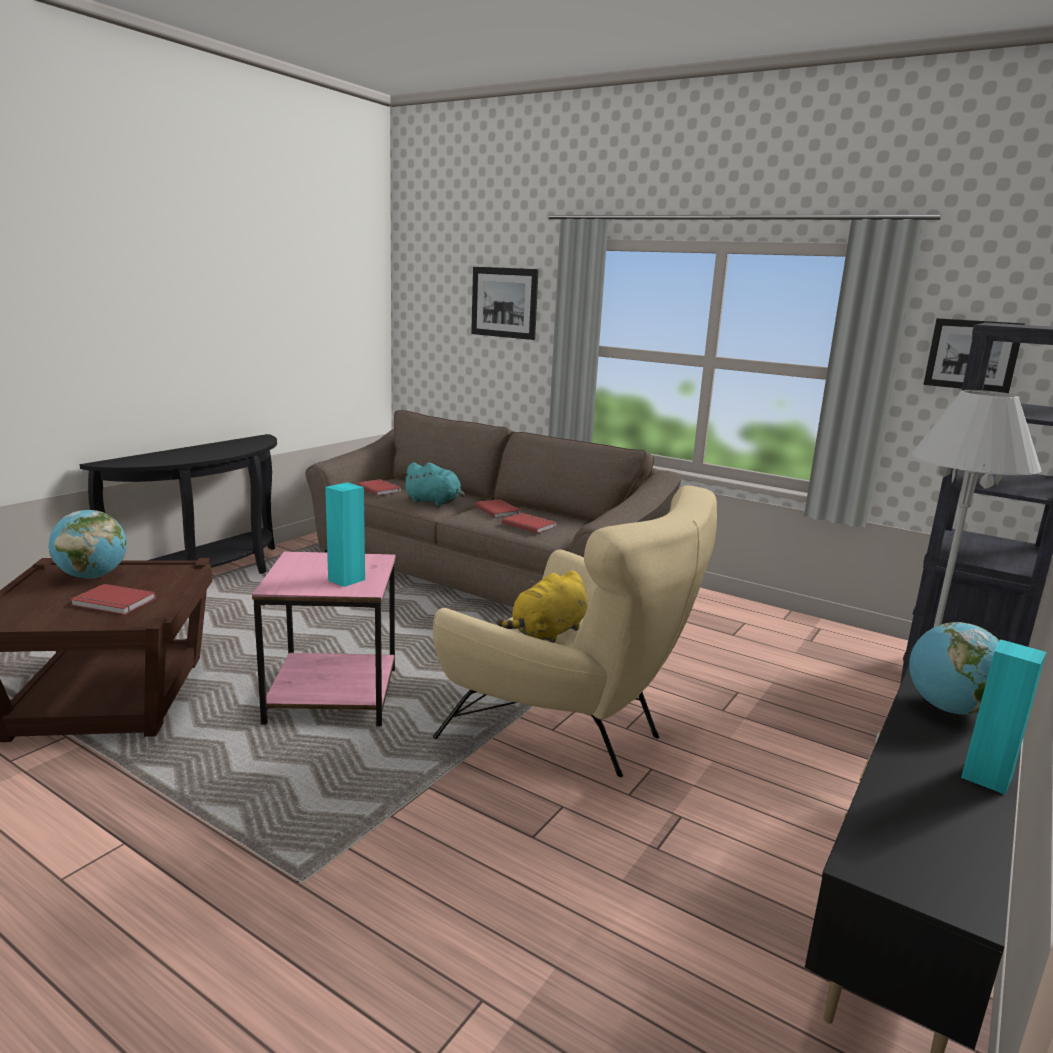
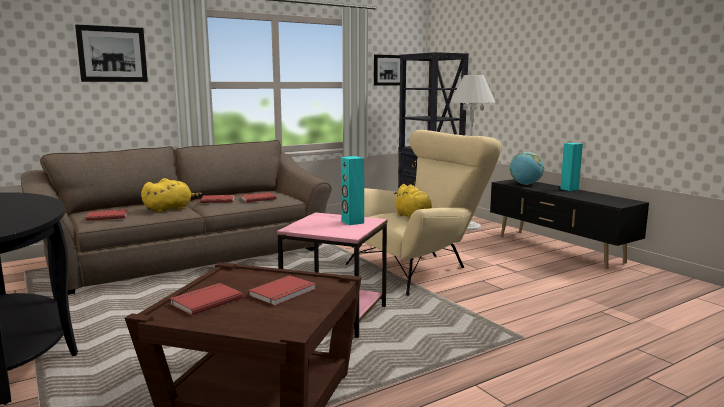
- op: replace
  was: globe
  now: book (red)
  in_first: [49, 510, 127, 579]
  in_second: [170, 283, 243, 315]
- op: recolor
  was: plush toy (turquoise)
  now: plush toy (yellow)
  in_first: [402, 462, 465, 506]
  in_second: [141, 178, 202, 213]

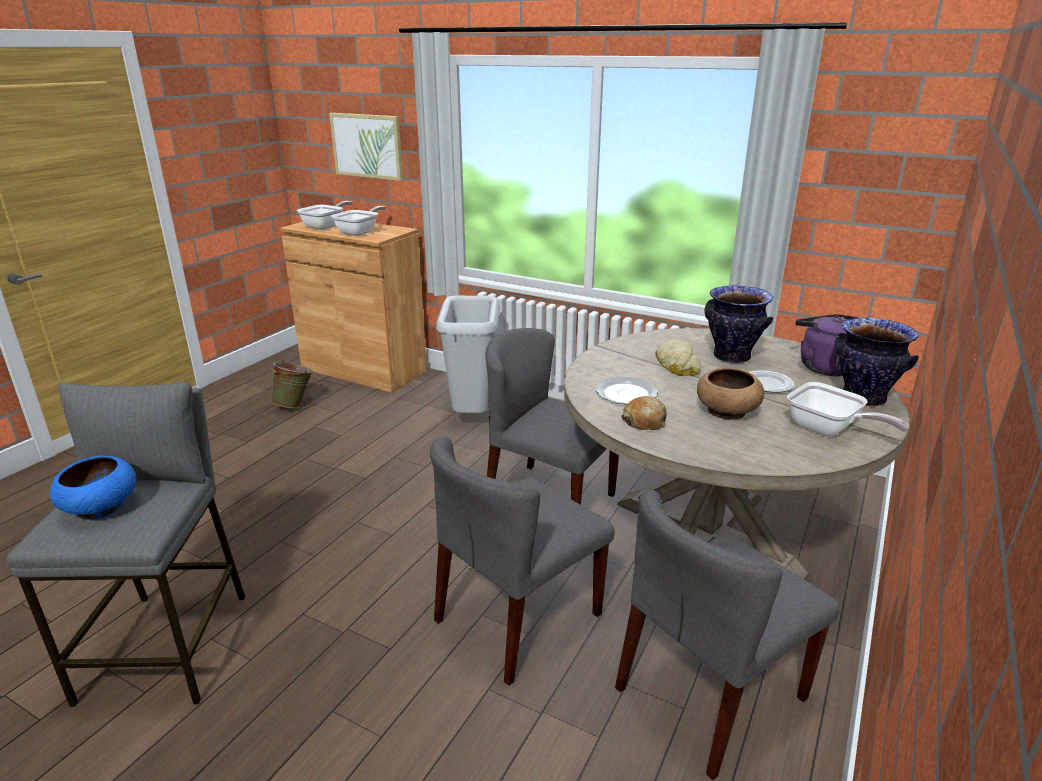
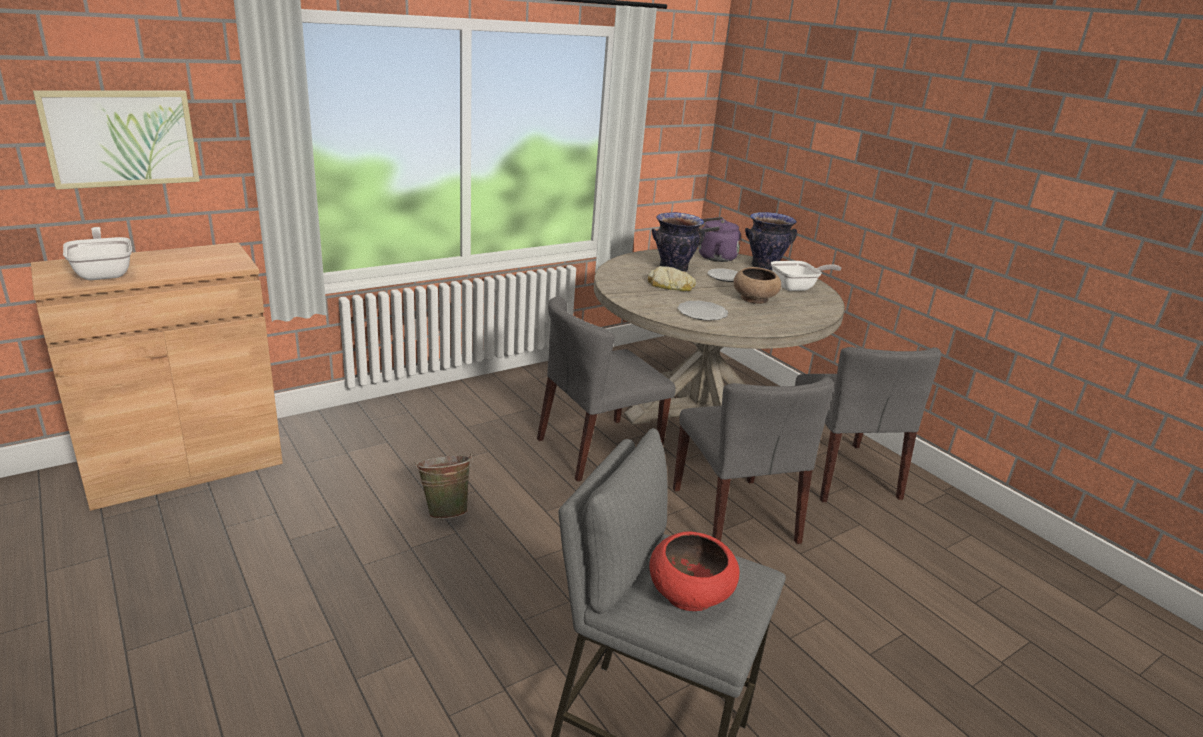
- op: delete
  was: frying pan
  in_first: [331, 206, 386, 236]
- op: delete
  was: trash can (grey)
  in_first: [436, 296, 500, 413]
- op: delete
  was: bread
  in_first: [621, 396, 667, 430]
- op: move
  was: bucket (green)
  in_first: [270, 360, 313, 408]
  in_second: [414, 453, 473, 519]
- op: recolor
  was: bowl (blue)
  now: bowl (red)
  in_first: [50, 456, 136, 520]
  in_second: [649, 531, 739, 611]

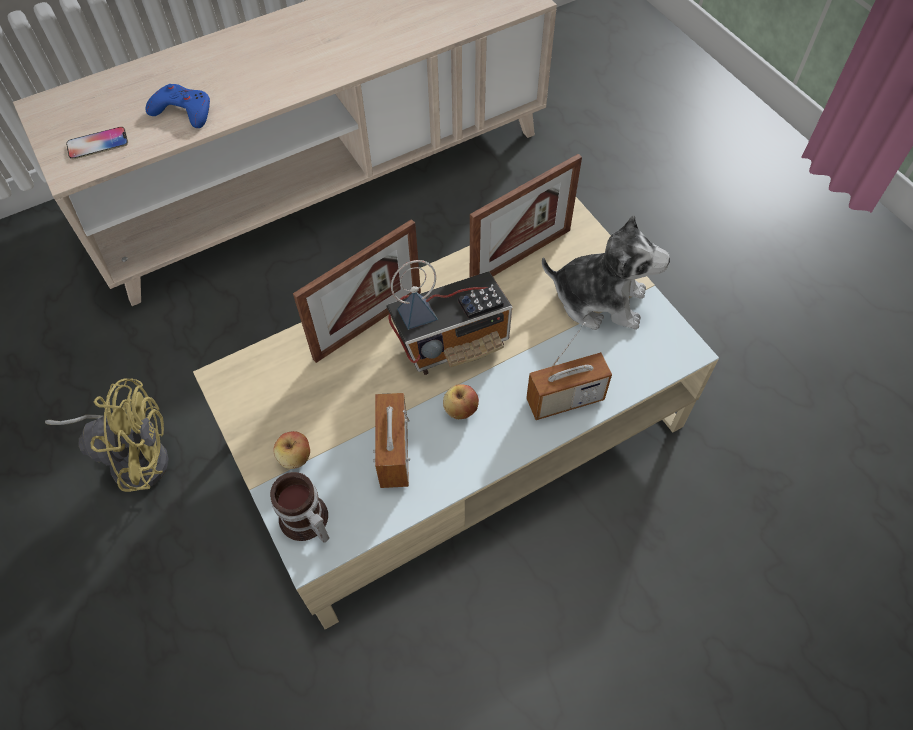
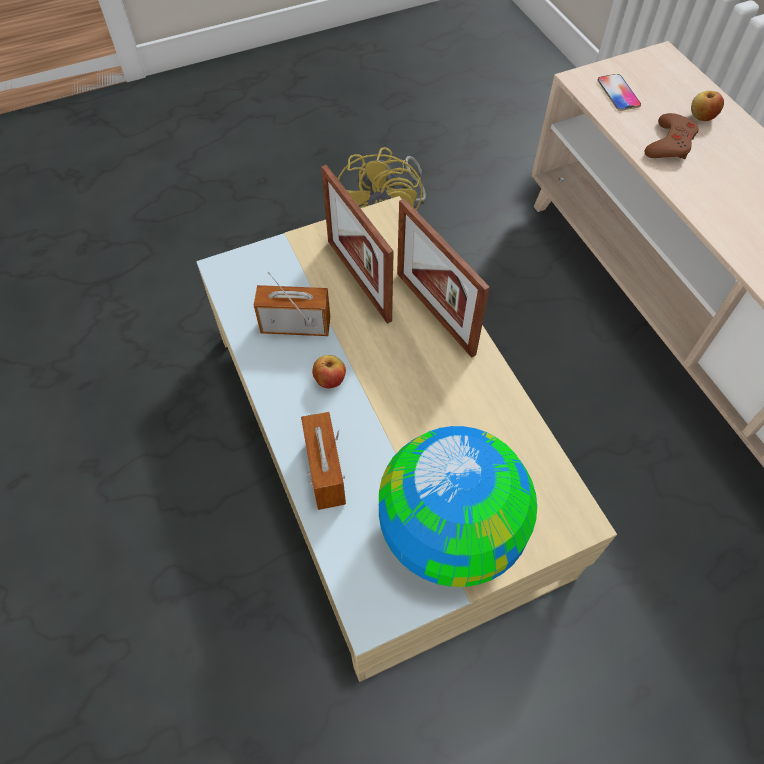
- op: delete
  was: mug
  in_first: [270, 472, 329, 543]
- op: delete
  was: radio
  in_first: [387, 260, 512, 375]
- op: move
  was: apple
  in_first: [273, 431, 310, 469]
  in_second: [691, 91, 724, 121]
- op: move
  was: picture frame
  in_first: [470, 154, 582, 277]
  in_second: [321, 165, 394, 324]
- op: replace
  was: plush toy
  now: globe
  in_first: [542, 215, 670, 330]
  in_second: [379, 426, 537, 587]
- op: recolor
  was: game controller (blue)
  now: game controller (brown)
  in_first: [145, 84, 210, 128]
  in_second: [644, 113, 699, 159]

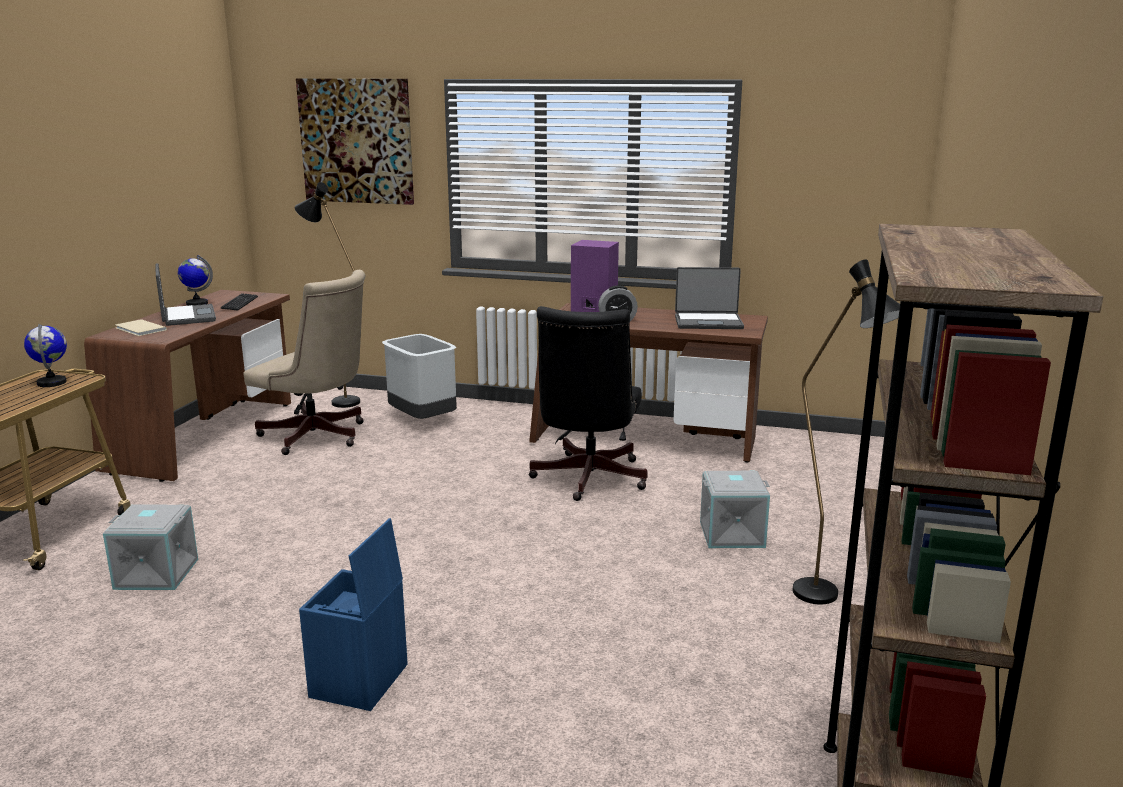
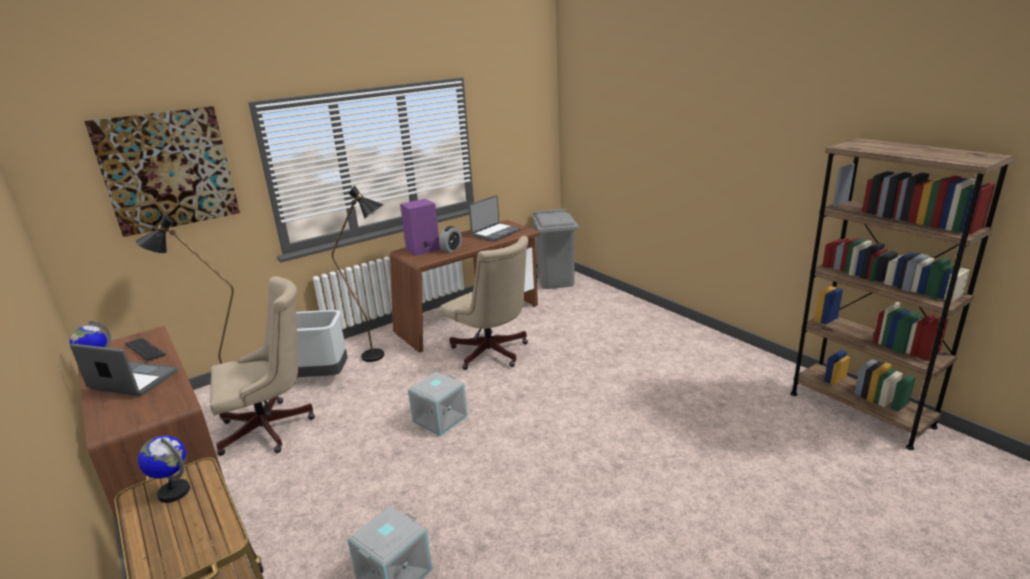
- op: delete
  was: book (beige)
  in_first: [115, 319, 167, 336]
- op: delete
  was: storage box (blue)
  in_first: [299, 518, 408, 711]
- op: insert
  now: trash can (grey)
  in_second: [532, 208, 579, 289]
- op: move
  was: storage box (grey)
  in_first: [700, 471, 770, 548]
  in_second: [408, 372, 468, 436]
- op: move
  was: floor lamp (black)
  in_first: [793, 259, 900, 605]
  in_second: [332, 186, 384, 362]
- op: recolor
  was: office chair (black)
  now: office chair (beige)
  in_first: [529, 306, 648, 501]
  in_second: [440, 236, 529, 370]

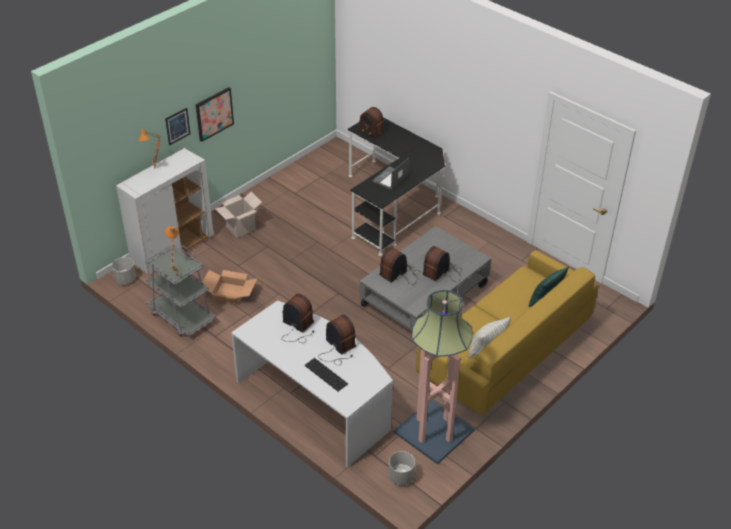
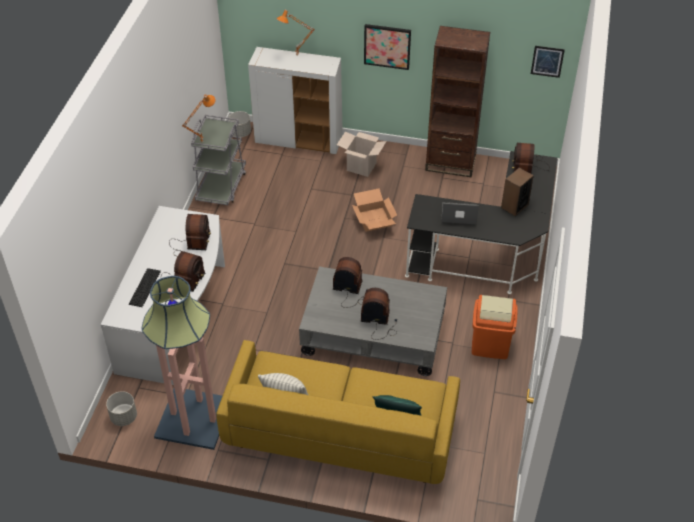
- op: insert
  now: bookcase (brown)
  in_second: [425, 26, 490, 177]
- op: insert
  now: trash can (orange)
  in_second: [472, 295, 517, 359]
- op: insert
  now: speaker
  in_second: [501, 168, 534, 216]
- op: move
  was: picture
  in_first: [165, 108, 190, 146]
  in_second: [531, 46, 565, 78]
- op: move
  was: cardboard box
  in_first: [202, 270, 258, 305]
  in_second: [352, 188, 397, 232]

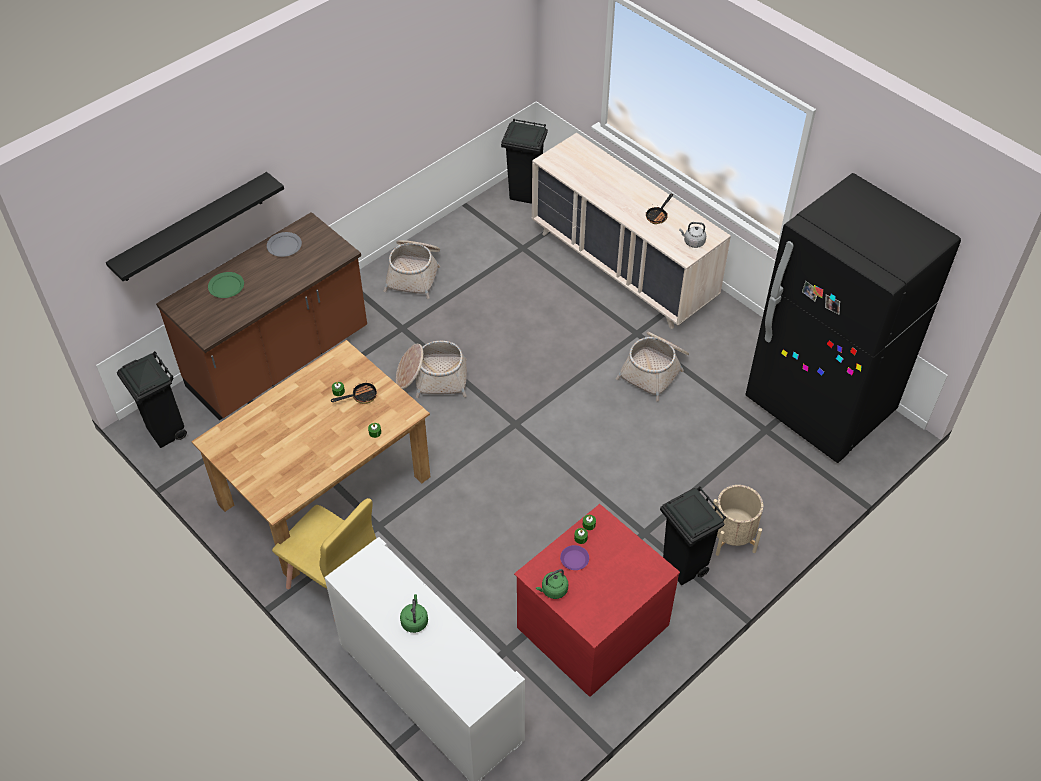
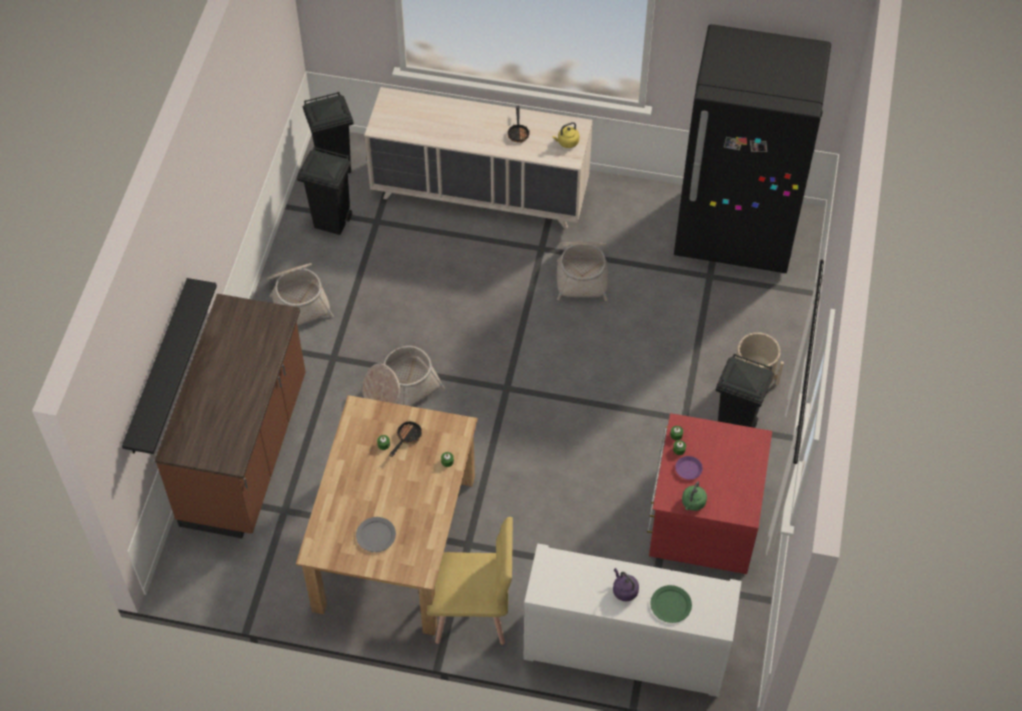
- op: move
  was: trash can (black)
  in_first: [117, 351, 187, 448]
  in_second: [297, 147, 352, 235]
- op: move
  was: plate (green)
  in_first: [208, 272, 244, 298]
  in_second: [651, 585, 692, 623]
- op: move
  was: plate (grey)
  in_first: [267, 232, 302, 257]
  in_second: [356, 517, 396, 552]
- op: recolor
  was: kettle (green)
  now: kettle (purple)
  in_first: [400, 594, 428, 633]
  in_second: [613, 568, 639, 602]
- op: recolor
  was: kettle (grey)
  now: kettle (yellow)
  in_first: [679, 222, 706, 248]
  in_second: [552, 122, 579, 148]

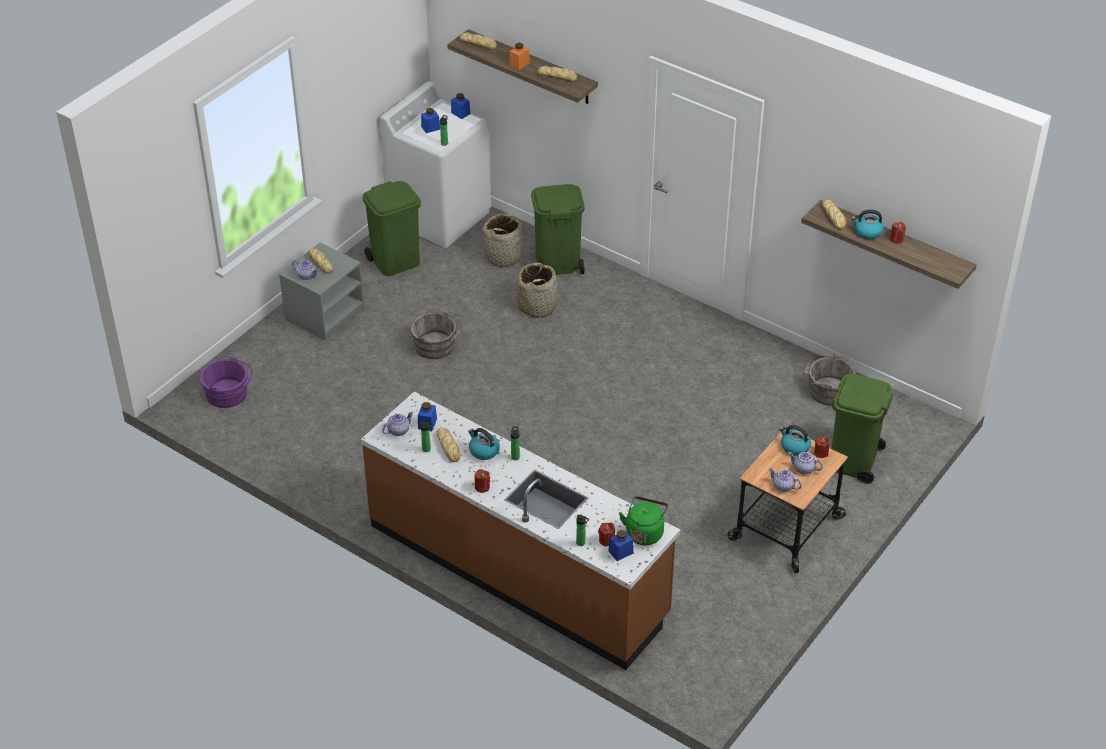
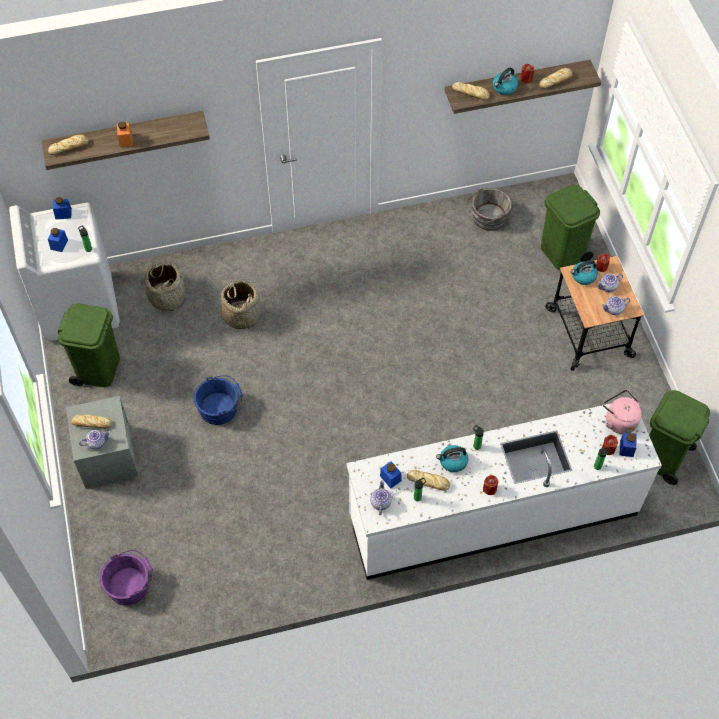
- op: move
  was: trash can (green)
  in_first: [531, 184, 585, 275]
  in_second: [649, 390, 710, 485]
- op: move
  was: bread
  in_first: [537, 66, 577, 82]
  in_second: [539, 68, 573, 89]
- op: recolor
  was: counter (brown)
  now: counter (white)
  in_first: [361, 392, 680, 670]
  in_second: [347, 399, 662, 580]
- op: recolor
  was: bucket (grey)
  now: bucket (blue)
  in_first: [411, 310, 462, 359]
  in_second: [194, 375, 243, 425]
- op: recolor
  was: kettle (green)
  now: kettle (pink)
  in_first: [619, 496, 668, 545]
  in_second: [603, 390, 642, 434]

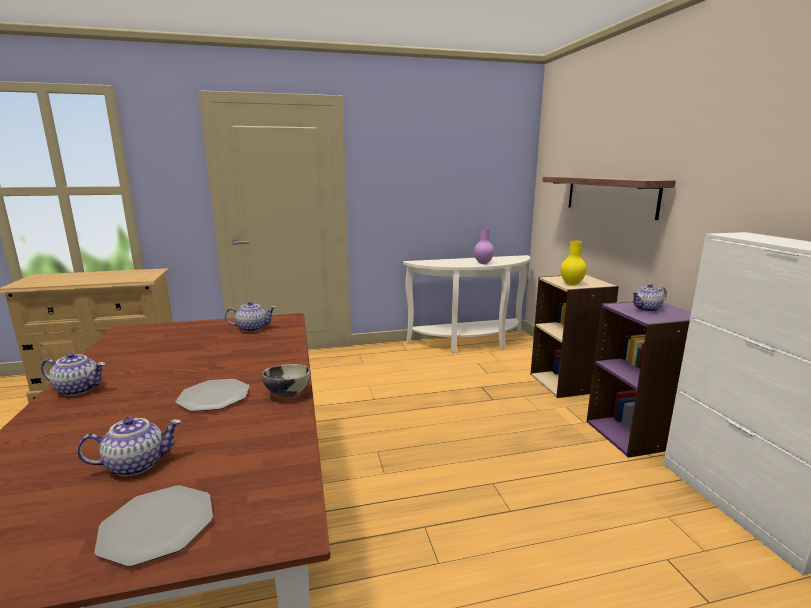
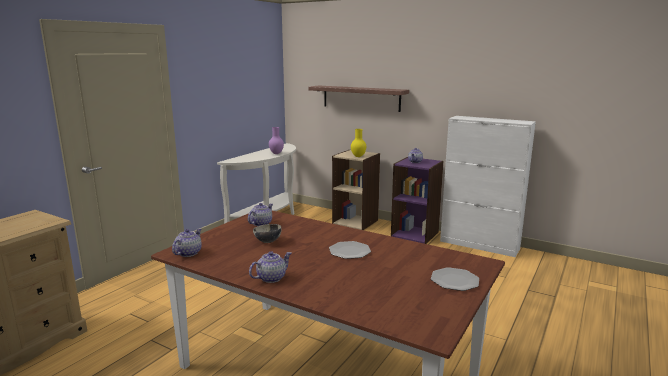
- op: move
  was: teapot
  in_first: [77, 417, 181, 476]
  in_second: [172, 228, 202, 257]
- op: move
  was: bowl
  in_first: [262, 364, 311, 397]
  in_second: [253, 224, 281, 243]

